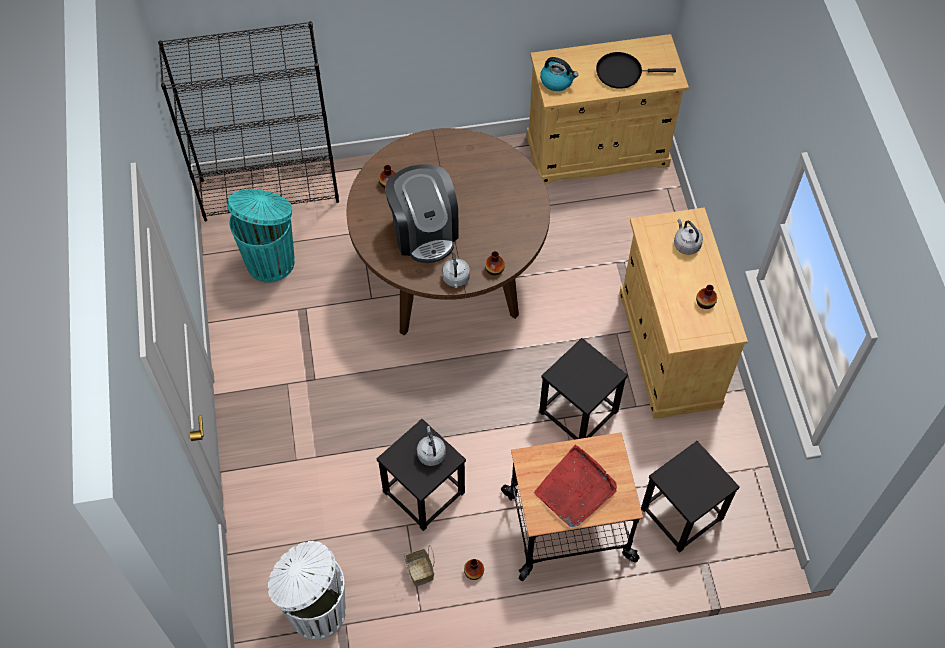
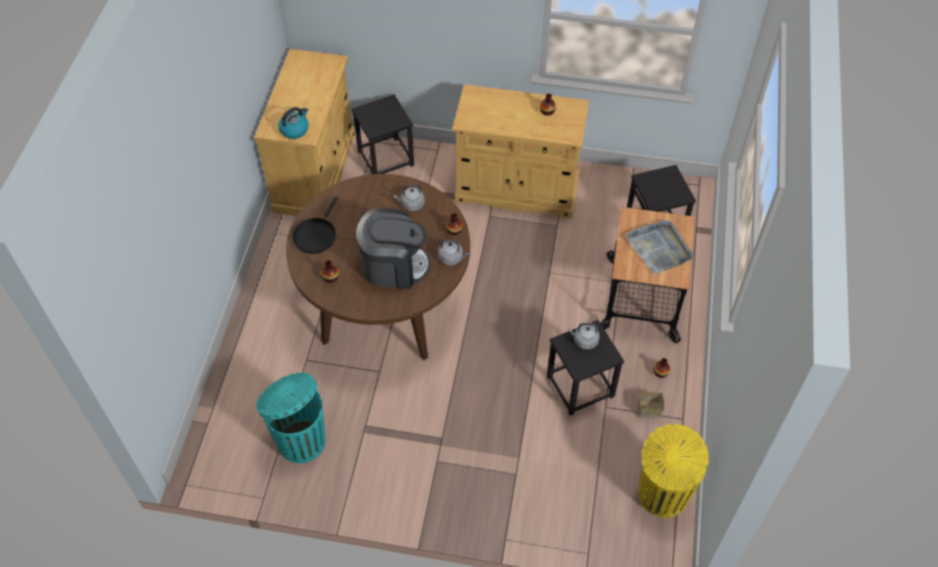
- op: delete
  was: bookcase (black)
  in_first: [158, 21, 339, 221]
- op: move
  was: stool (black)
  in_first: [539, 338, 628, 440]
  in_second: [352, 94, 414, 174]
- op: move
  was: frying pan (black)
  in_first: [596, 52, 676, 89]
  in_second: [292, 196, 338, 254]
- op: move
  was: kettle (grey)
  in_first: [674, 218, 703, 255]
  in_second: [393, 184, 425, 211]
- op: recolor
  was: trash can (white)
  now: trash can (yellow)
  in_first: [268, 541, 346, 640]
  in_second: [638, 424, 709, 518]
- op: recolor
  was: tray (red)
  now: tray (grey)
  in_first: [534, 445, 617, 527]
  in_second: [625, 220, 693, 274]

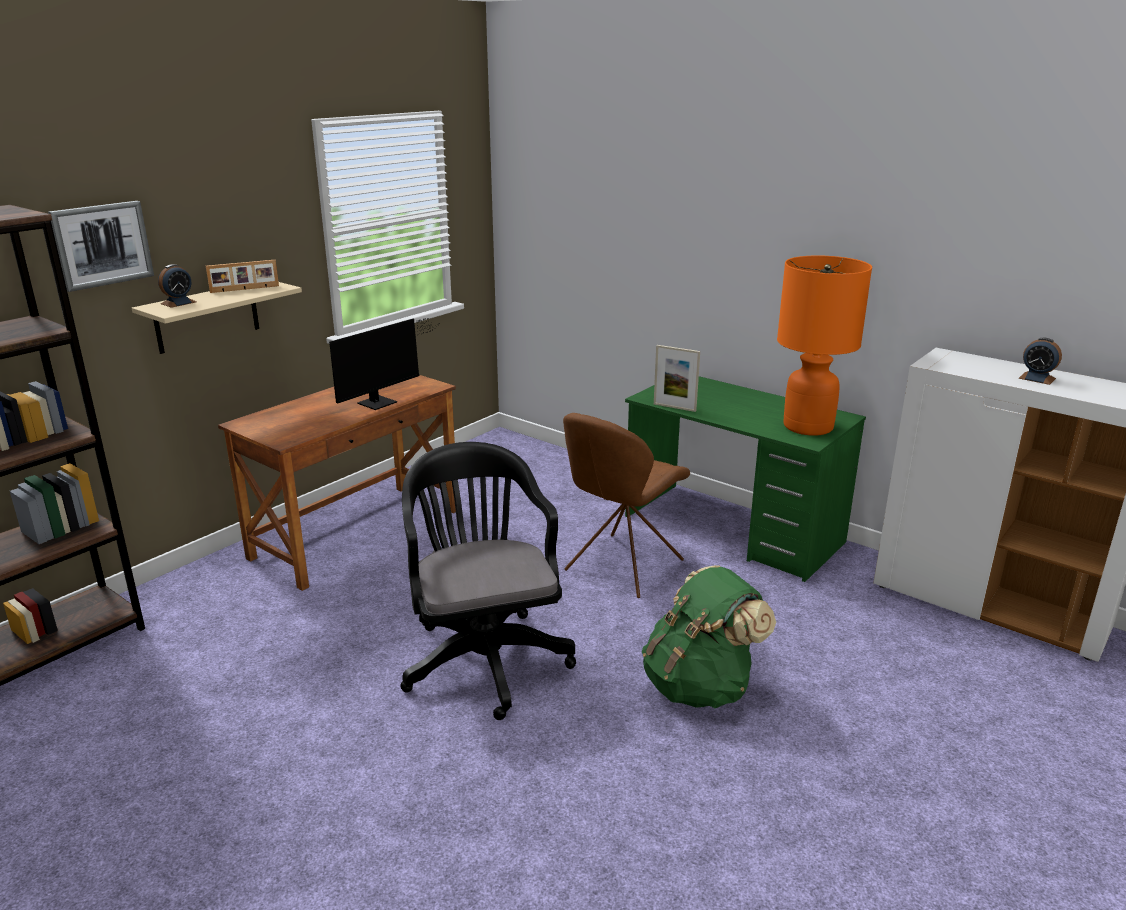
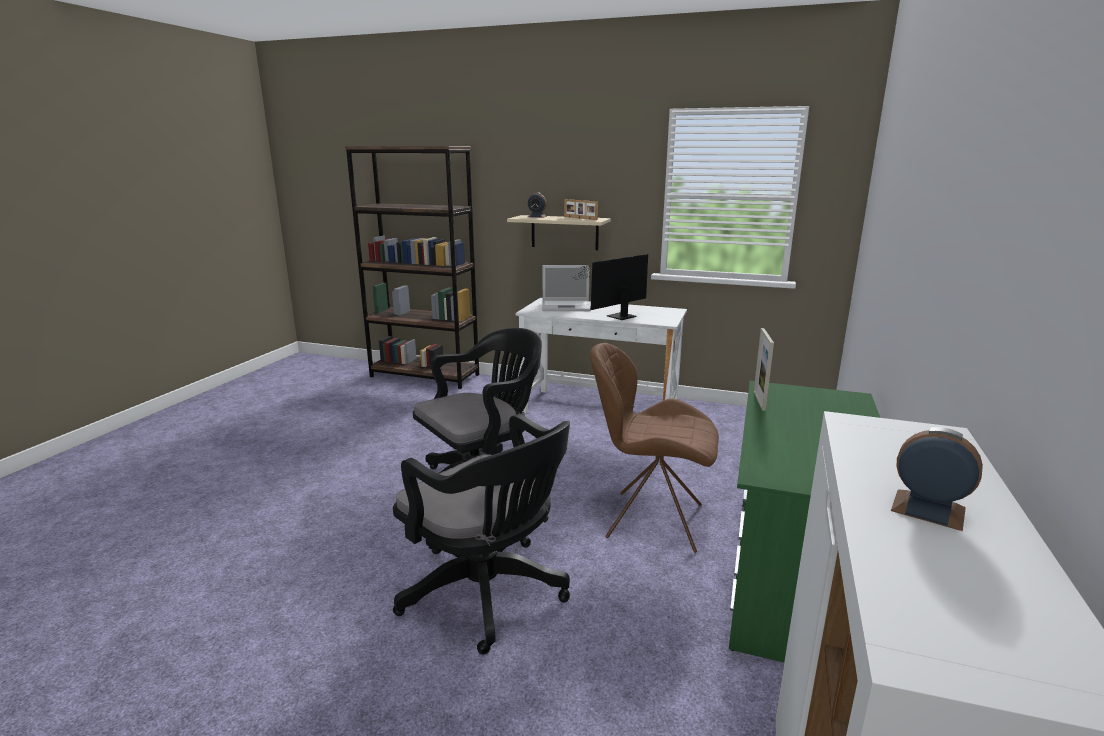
- op: delete
  was: picture
  in_first: [48, 201, 154, 292]
- op: delete
  was: table lamp (orange)
  in_first: [777, 255, 872, 436]
- op: insert
  now: laptop
  in_second: [542, 265, 591, 311]
- op: replace
  was: backpack (green)
  now: office chair (black)
  in_first: [641, 565, 776, 708]
  in_second: [393, 414, 570, 655]
- op: recolor
  was: desk (brown)
  now: desk (white)
  in_first: [218, 375, 456, 591]
  in_second: [516, 298, 687, 414]
- op: rotate
  was: monitor
  in_first: [329, 317, 436, 410]
  in_second: [574, 254, 648, 320]
  clockwise: 120
- op: rotate
  was: alarm clock
  in_first: [1018, 338, 1062, 385]
  in_second: [891, 427, 983, 531]
  clockwise: 105

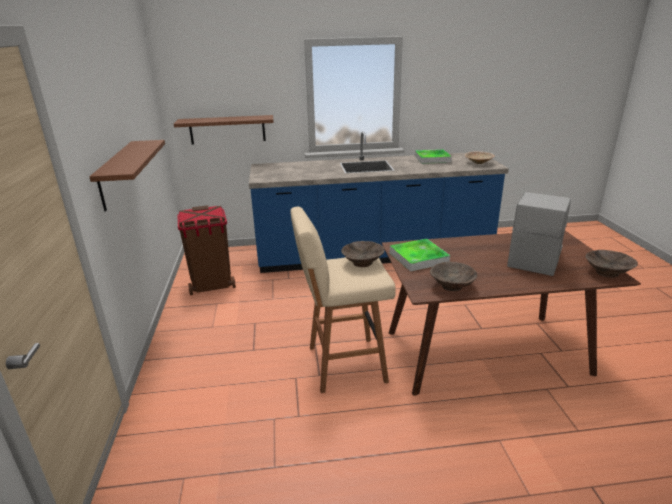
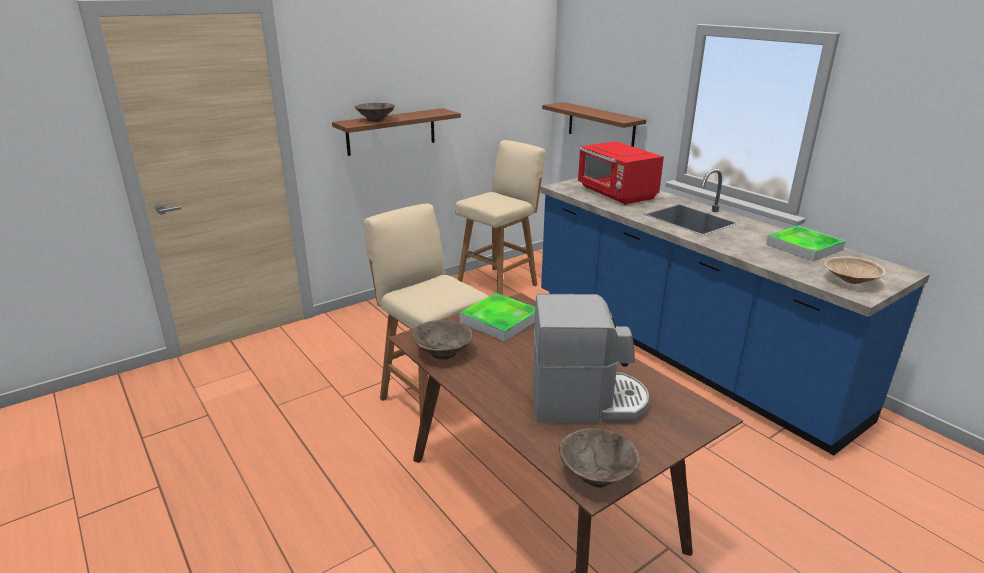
- op: insert
  now: microwave (red)
  in_second: [578, 141, 664, 205]
- op: move
  was: bowl (brown)
  in_first: [341, 241, 385, 267]
  in_second: [355, 103, 395, 122]
- op: replace
  was: trash can (brown)
  now: stool (beige)
  in_first: [178, 205, 236, 295]
  in_second: [455, 140, 545, 295]

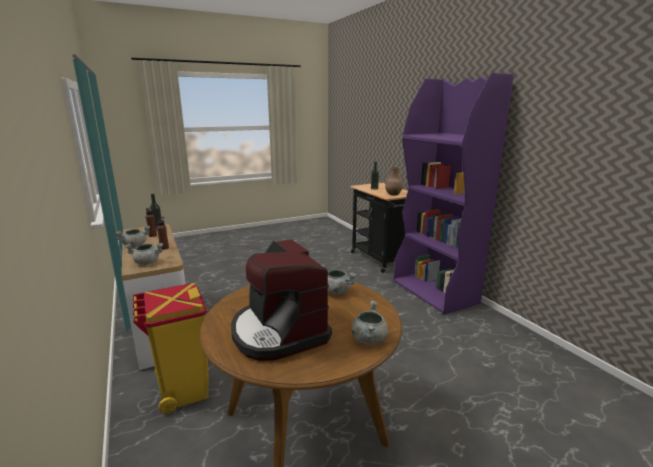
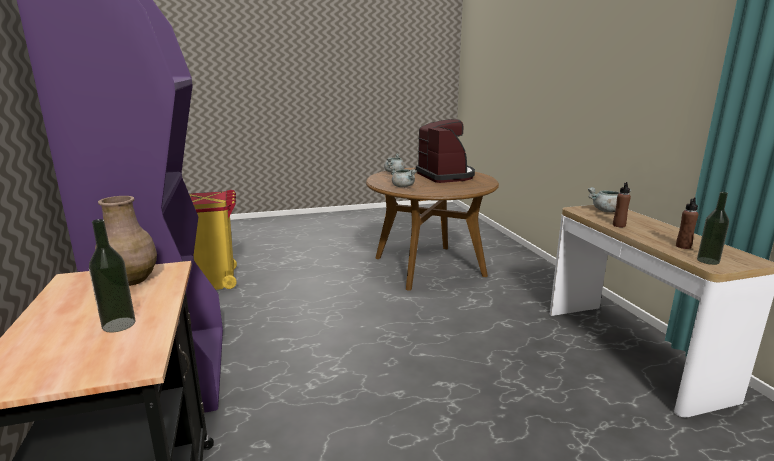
- op: delete
  was: cooking pot (grey)
  in_first: [115, 226, 150, 248]
- op: move
  was: trash can (yellow)
  in_first: [133, 283, 209, 413]
  in_second: [189, 190, 237, 290]

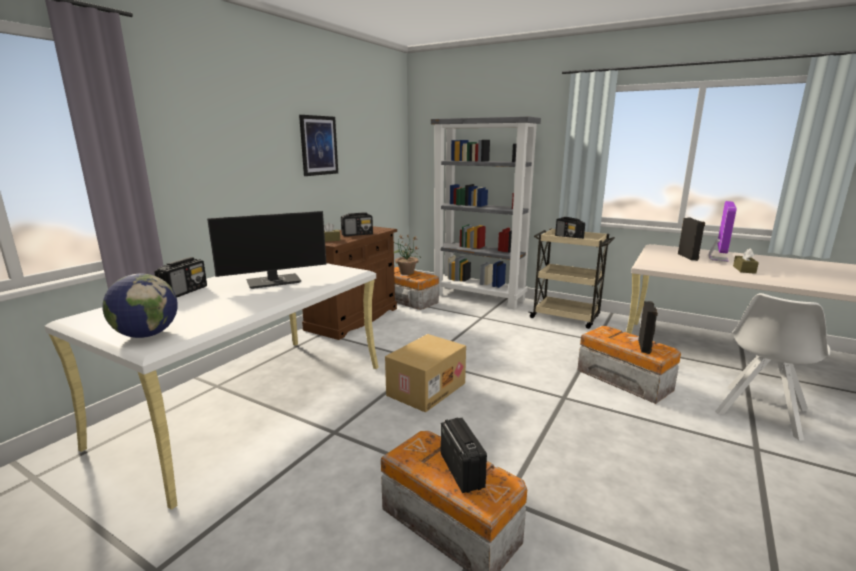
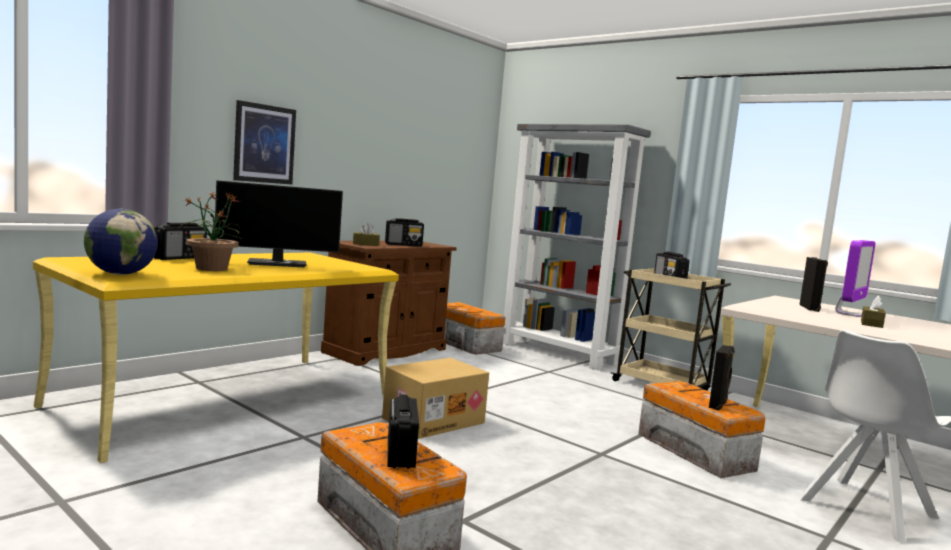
- op: move
  was: picture
  in_first: [299, 115, 338, 176]
  in_second: [233, 100, 296, 184]
- op: move
  was: potted plant
  in_first: [394, 235, 421, 275]
  in_second: [179, 192, 244, 271]
- op: recolor
  was: desk (white)
  now: desk (yellow)
  in_first: [44, 263, 379, 510]
  in_second: [33, 253, 399, 463]

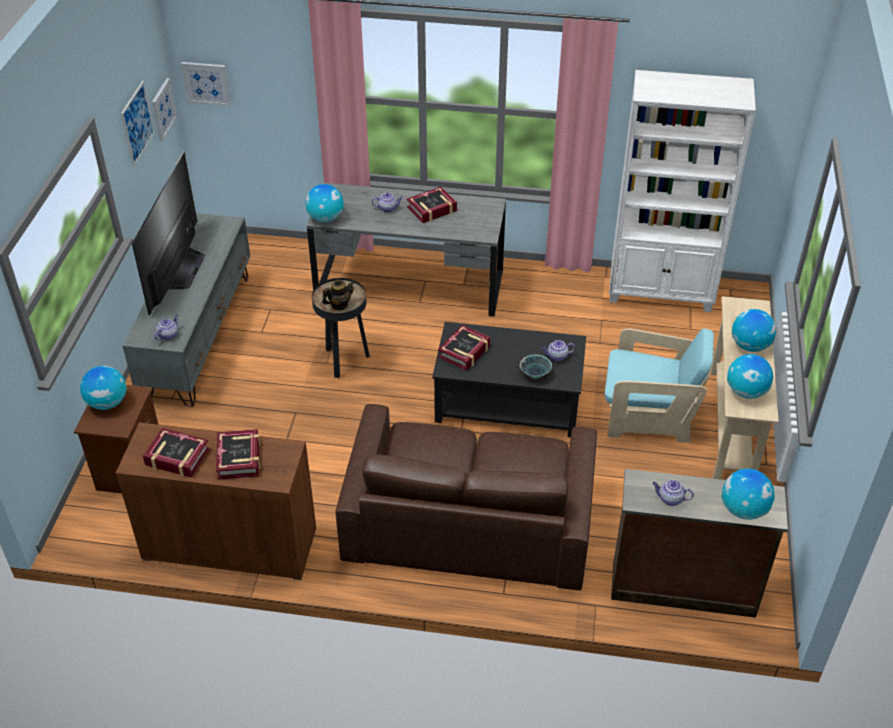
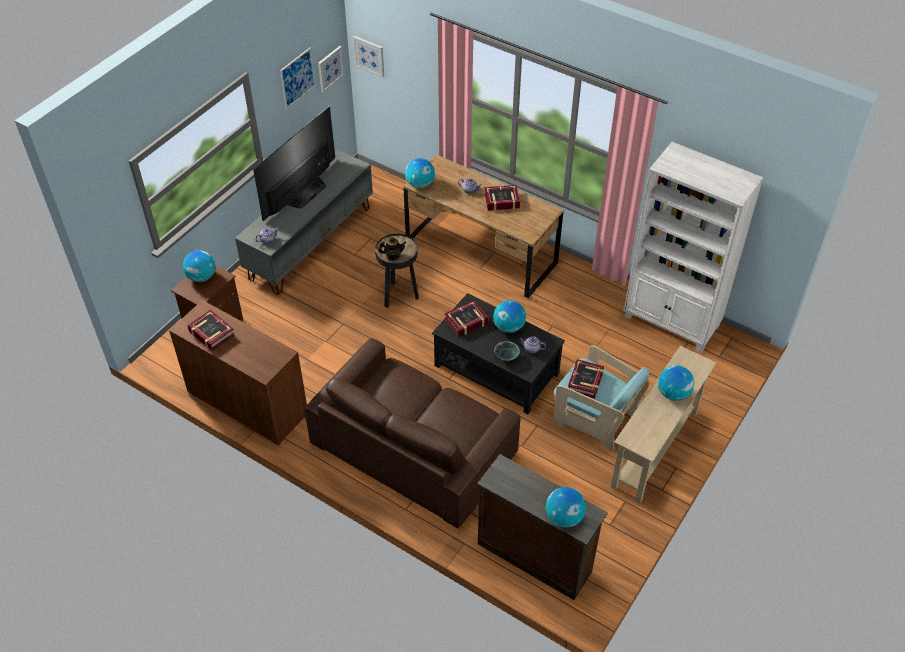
- op: delete
  was: teapot
  in_first: [652, 480, 694, 506]
- op: move
  was: book
  in_first: [216, 429, 260, 480]
  in_second: [568, 359, 604, 399]
- op: move
  was: globe
  in_first: [727, 354, 773, 399]
  in_second: [493, 300, 526, 333]
- op: recolor
  was: desk (grey)
  now: desk (brown)
  in_first: [307, 183, 506, 317]
  in_second: [403, 154, 564, 298]

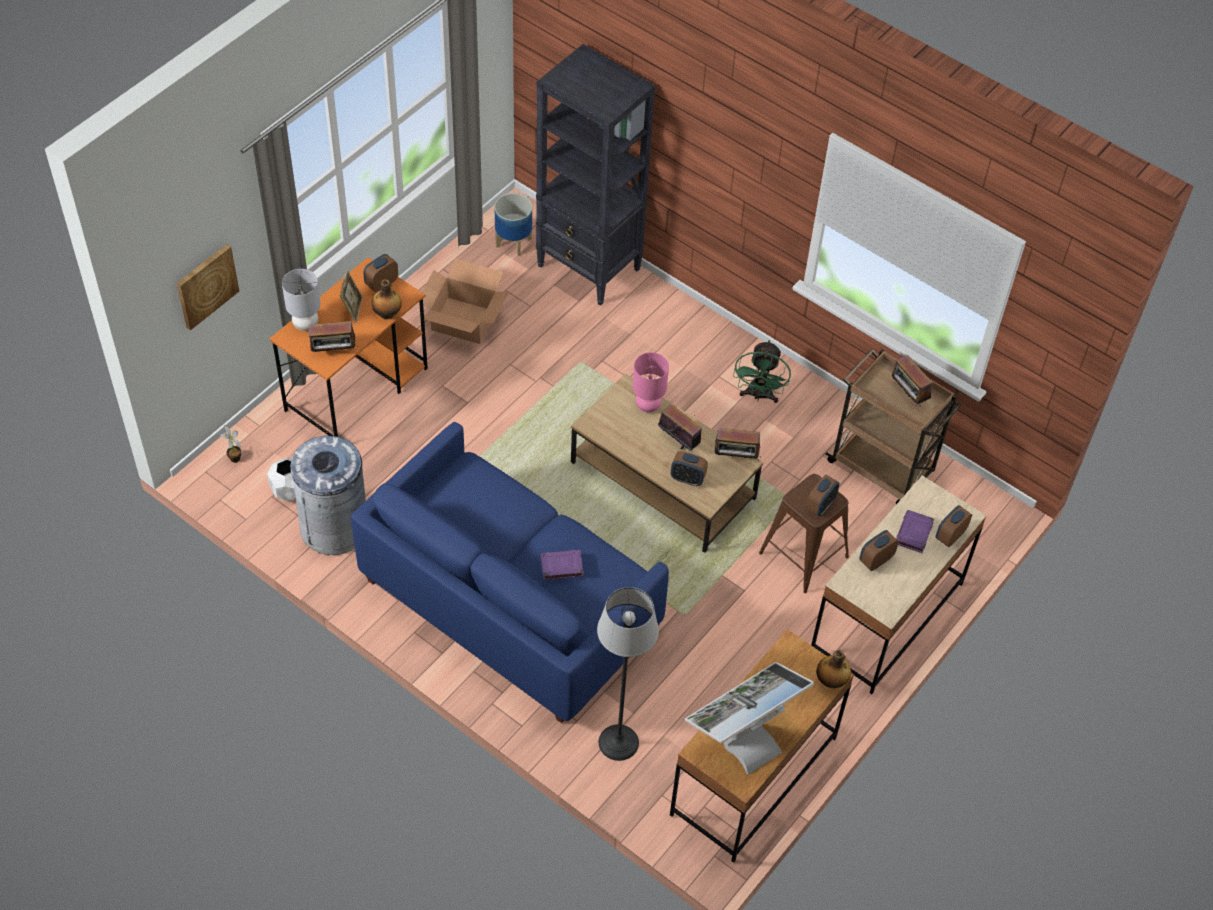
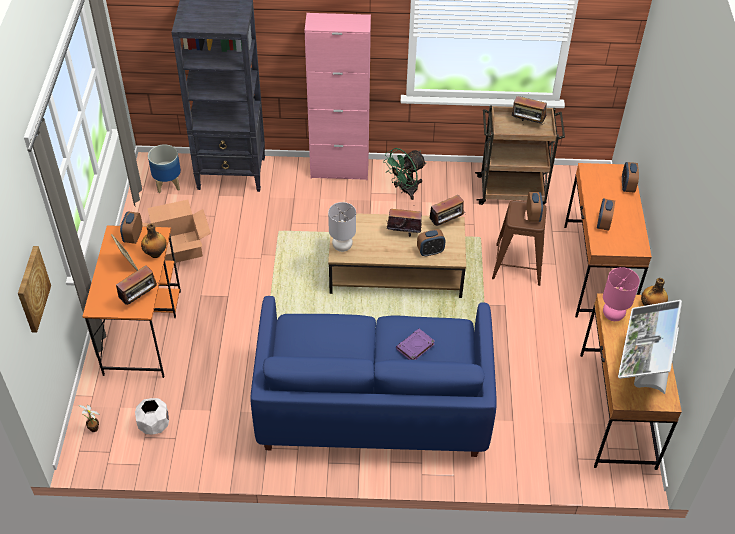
- op: delete
  was: trash can (grey)
  in_first: [290, 436, 366, 555]
- op: delete
  was: floor lamp
  in_first: [597, 587, 659, 761]
- op: delete
  was: book (purple)
  in_first: [896, 510, 934, 553]
- op: insert
  now: cabinet (pink)
  in_second: [304, 13, 371, 180]
- op: move
  was: table lamp (grey)
  in_first: [282, 269, 321, 331]
  in_second: [328, 202, 356, 252]
- op: move
  was: table lamp (pink)
  in_first: [633, 352, 669, 413]
  in_second: [603, 267, 640, 321]
- op: recolor
  was: desk (beige)
  now: desk (orange)
  in_first: [811, 475, 987, 694]
  in_second: [564, 163, 652, 317]
- op: rotate
  was: fan (green)
  in_first: [733, 340, 791, 403]
  in_second: [383, 148, 427, 200]
  clockwise: 75

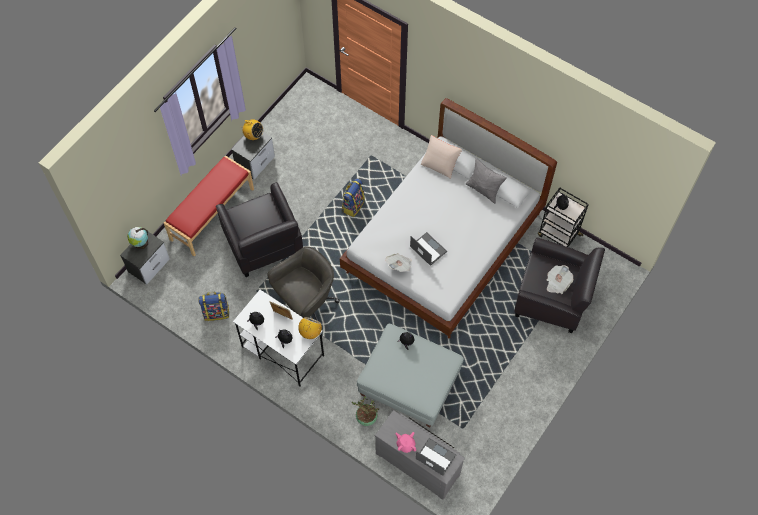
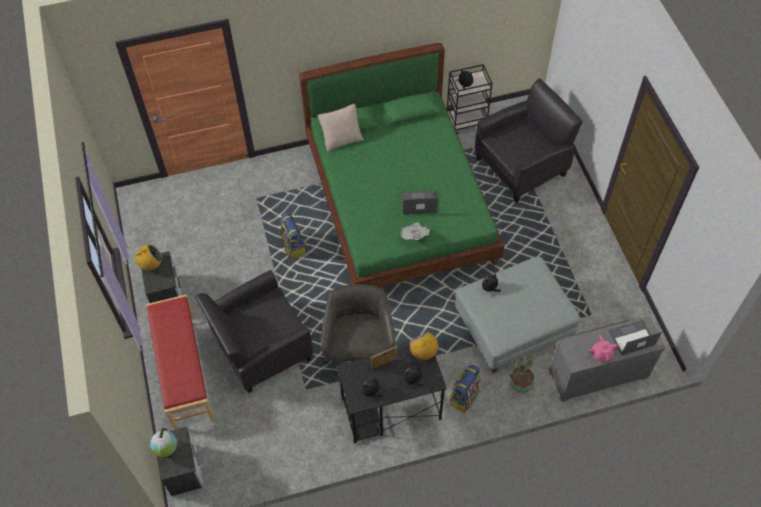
- op: delete
  was: pillow (grey)
  in_first: [466, 158, 506, 204]
- op: delete
  was: newspaper
  in_first: [547, 265, 573, 294]
- op: move
  was: backpack
  in_first: [199, 292, 229, 321]
  in_second: [450, 365, 480, 413]
- op: recolor
  was: desk (white)
  now: desk (black)
  in_first: [233, 290, 324, 387]
  in_second: [337, 347, 447, 443]
- op: recolor
  was: bed (white)
  now: bed (green)
  in_first: [340, 98, 557, 339]
  in_second: [299, 43, 505, 288]
- op: rotate
  was: armchair (black)
  in_first: [216, 182, 303, 277]
  in_second: [195, 270, 313, 393]
  clockwise: 135

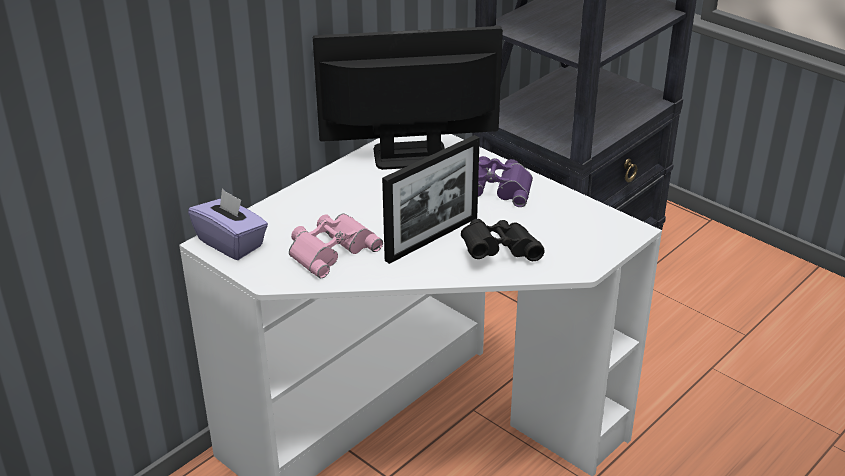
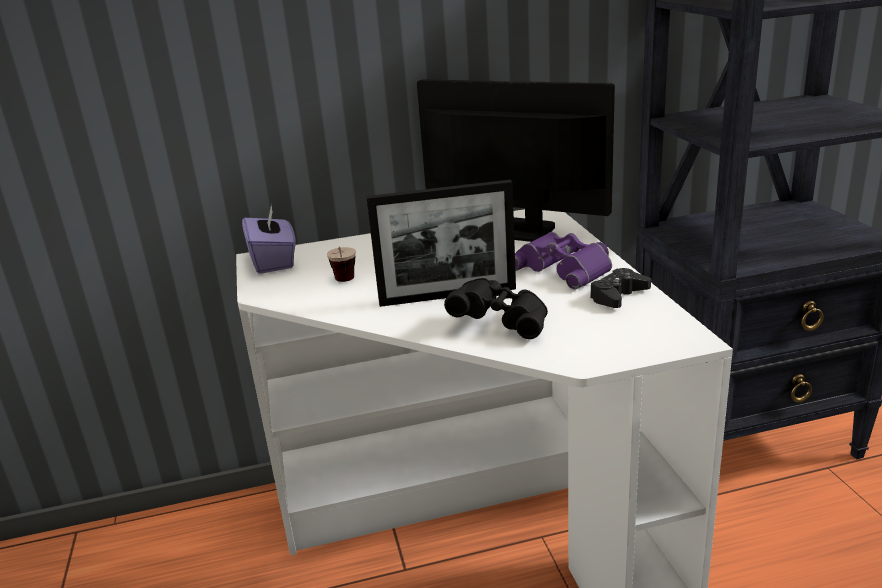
- op: insert
  now: game controller (black)
  in_second: [590, 268, 651, 308]
- op: replace
  was: binoculars (pink)
  now: cup
  in_first: [289, 214, 383, 278]
  in_second: [327, 246, 356, 282]

